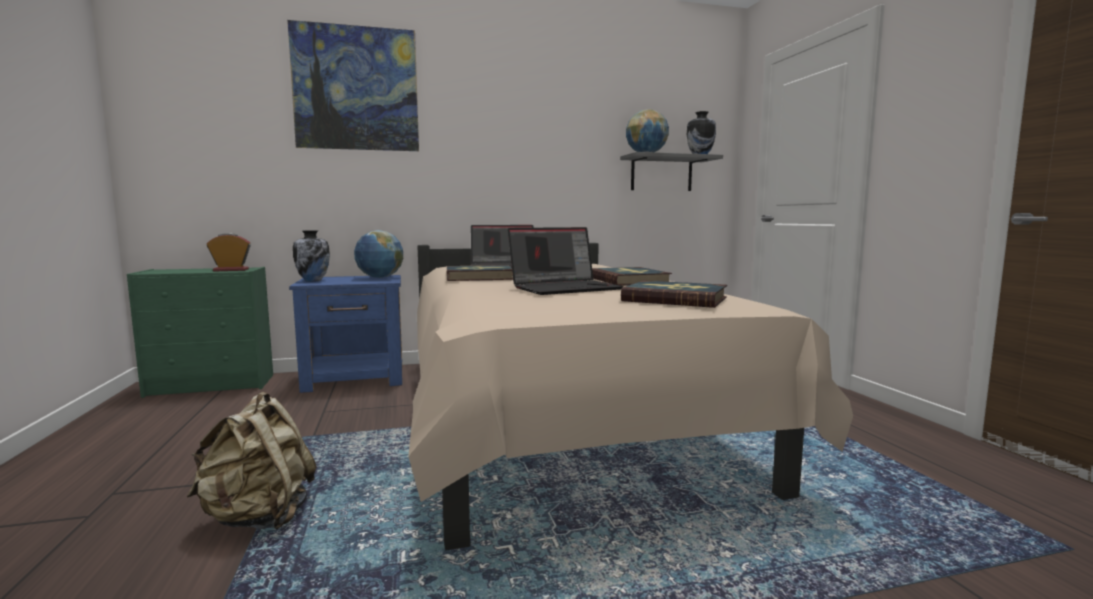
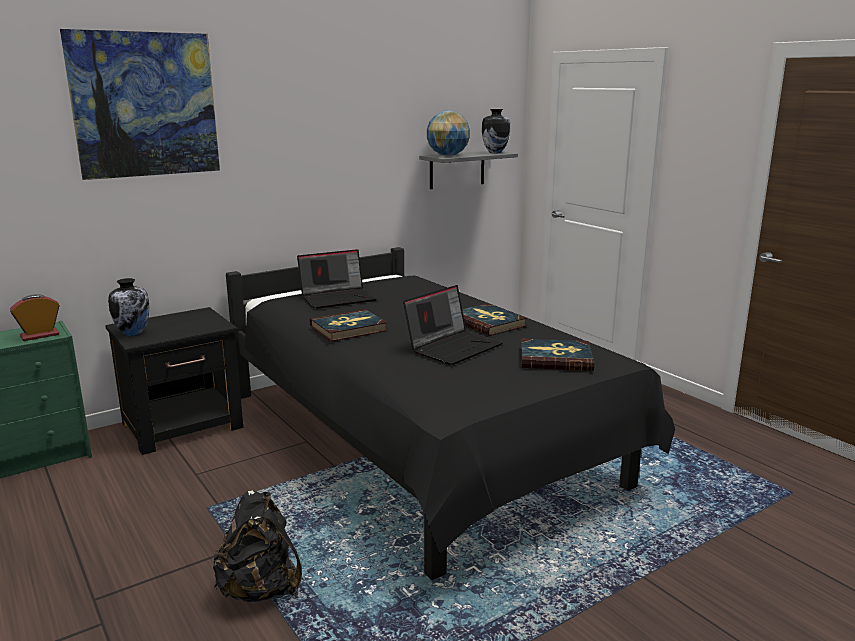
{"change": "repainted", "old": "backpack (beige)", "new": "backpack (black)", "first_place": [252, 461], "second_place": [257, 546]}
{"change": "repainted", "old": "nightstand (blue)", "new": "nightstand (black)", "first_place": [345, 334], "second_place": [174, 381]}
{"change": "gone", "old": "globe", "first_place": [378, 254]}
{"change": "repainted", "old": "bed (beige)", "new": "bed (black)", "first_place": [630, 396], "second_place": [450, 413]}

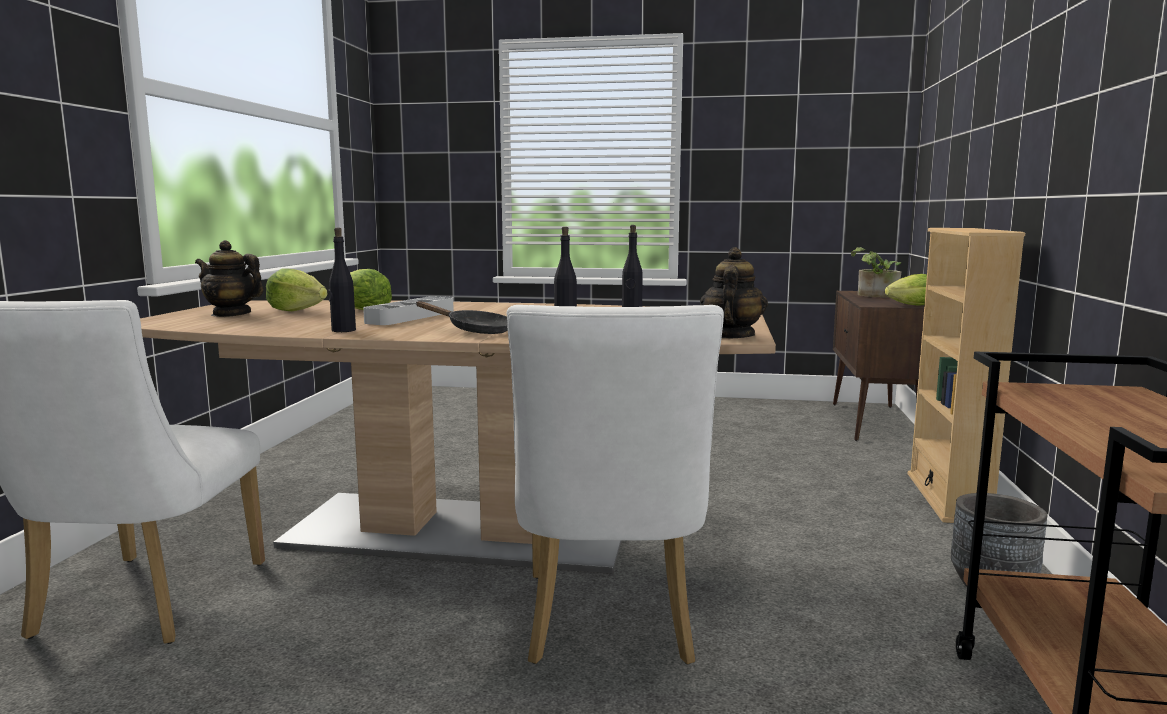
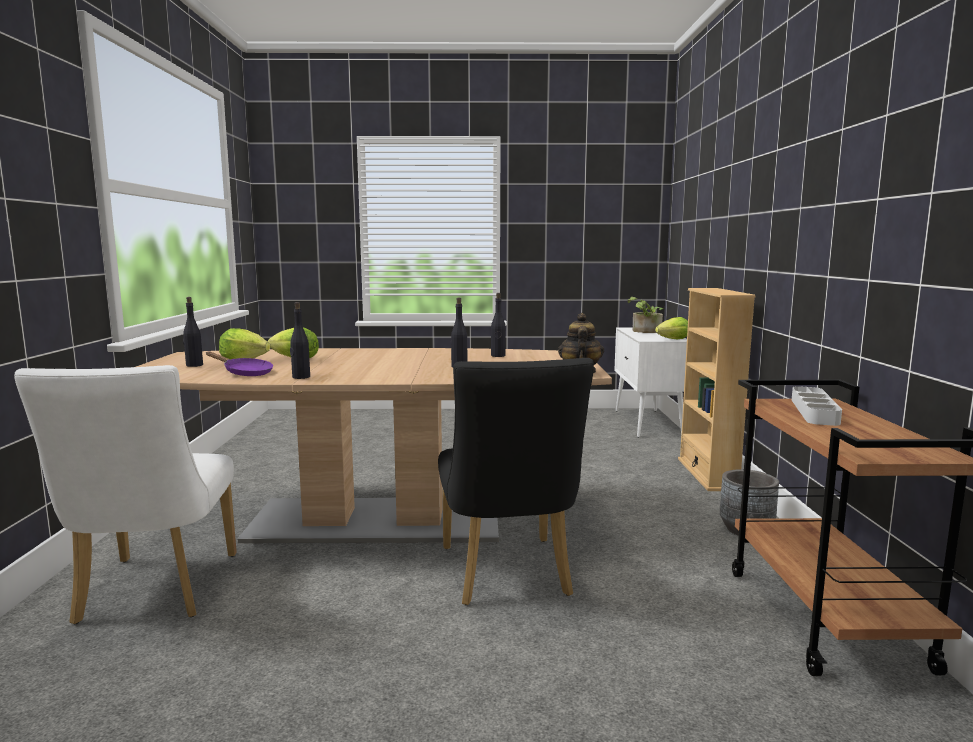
{"change": "swapped", "old": "teapot", "new": "bottle (black)", "first_place": [229, 278], "second_place": [193, 332]}
{"change": "shifted", "old": "tray (grey)", "first_place": [408, 310], "second_place": [817, 406]}
{"change": "gone", "old": "frying pan (black)", "first_place": [462, 317]}
{"change": "repainted", "old": "chair (white)", "new": "chair (black)", "first_place": [615, 485], "second_place": [516, 481]}
{"change": "repainted", "old": "cabinet (brown)", "new": "cabinet (white)", "first_place": [878, 366], "second_place": [650, 383]}
{"change": "new", "new": "frying pan (purple)", "second_place": [239, 364]}

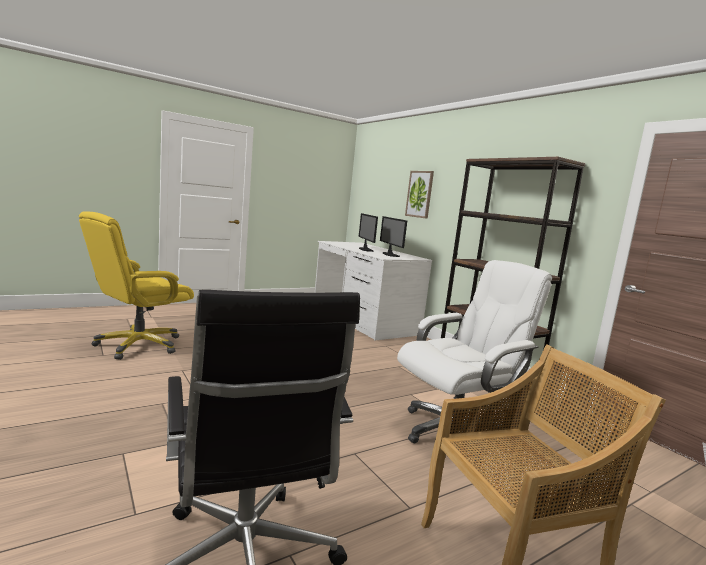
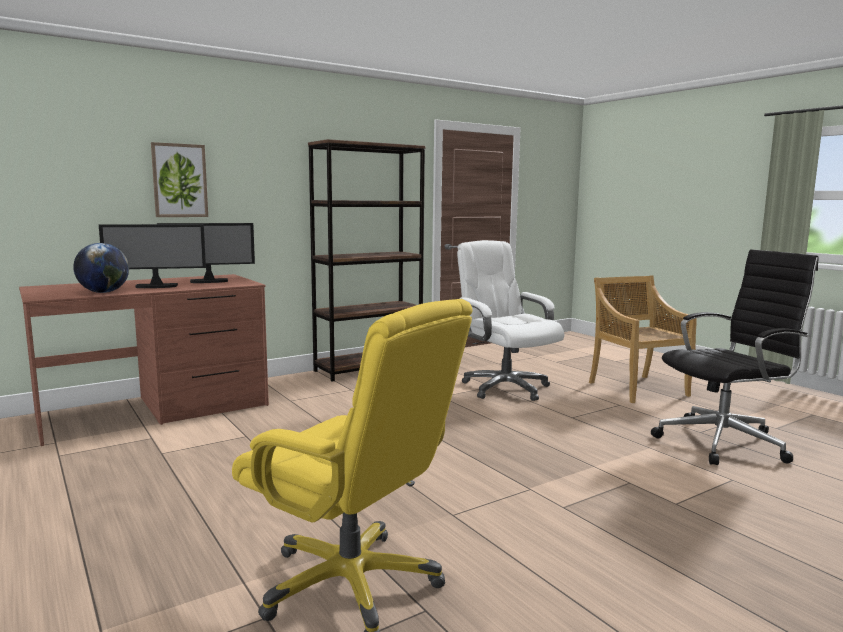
{"change": "repainted", "old": "desk (white)", "new": "desk (brown)", "first_place": [373, 291], "second_place": [144, 360]}
{"change": "new", "new": "globe", "second_place": [101, 268]}

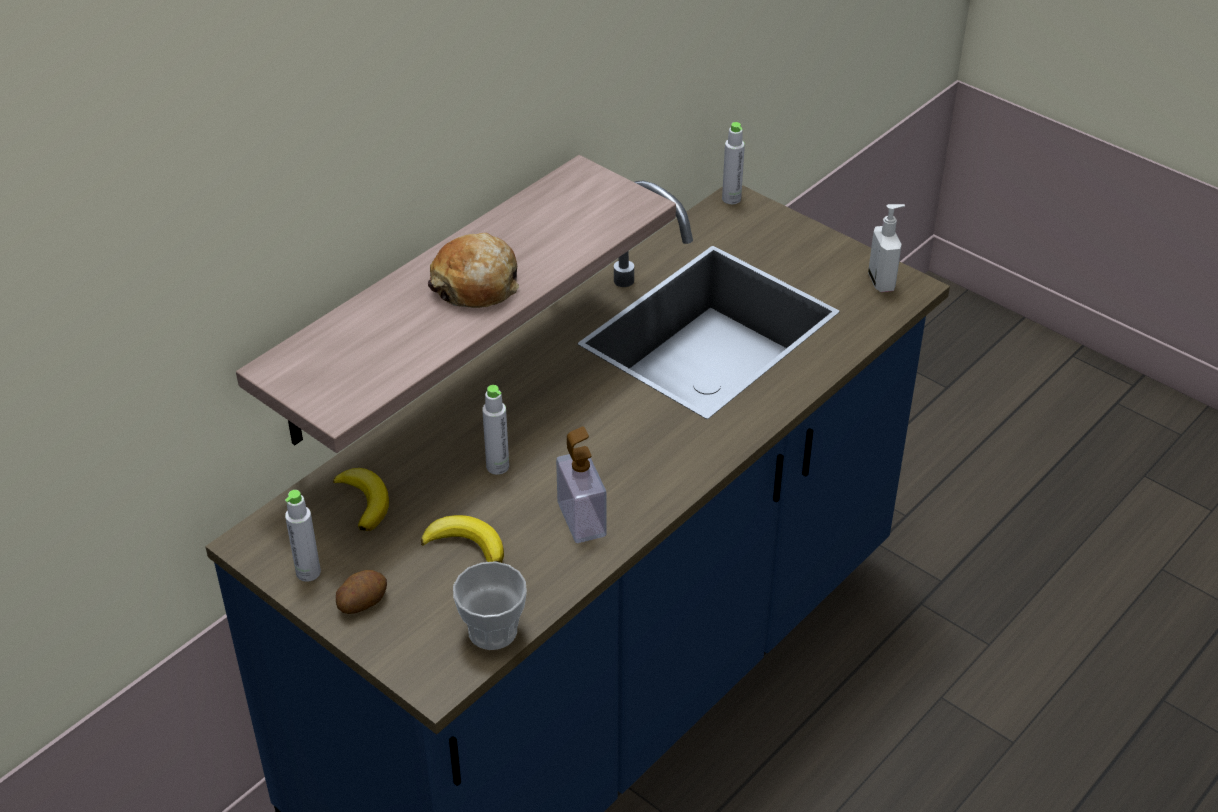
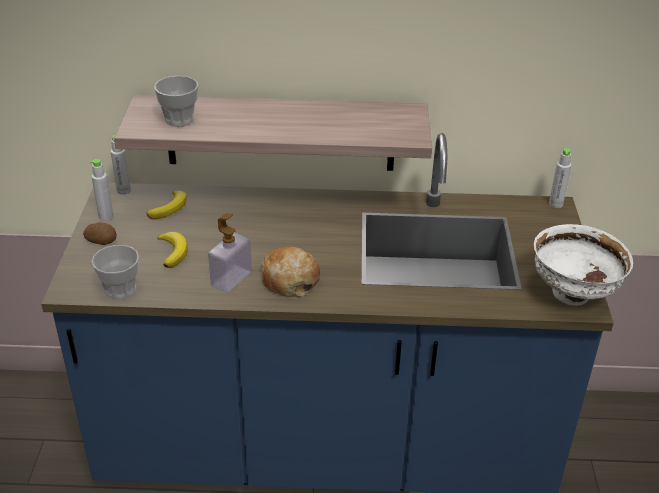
{"change": "shifted", "old": "bread", "first_place": [473, 270], "second_place": [290, 271]}
{"change": "shifted", "old": "bottle (grey)", "first_place": [495, 430], "second_place": [121, 165]}
{"change": "swapped", "old": "soap dispenser", "new": "bowl (white)", "first_place": [886, 248], "second_place": [583, 265]}
{"change": "new", "new": "cup", "second_place": [176, 101]}

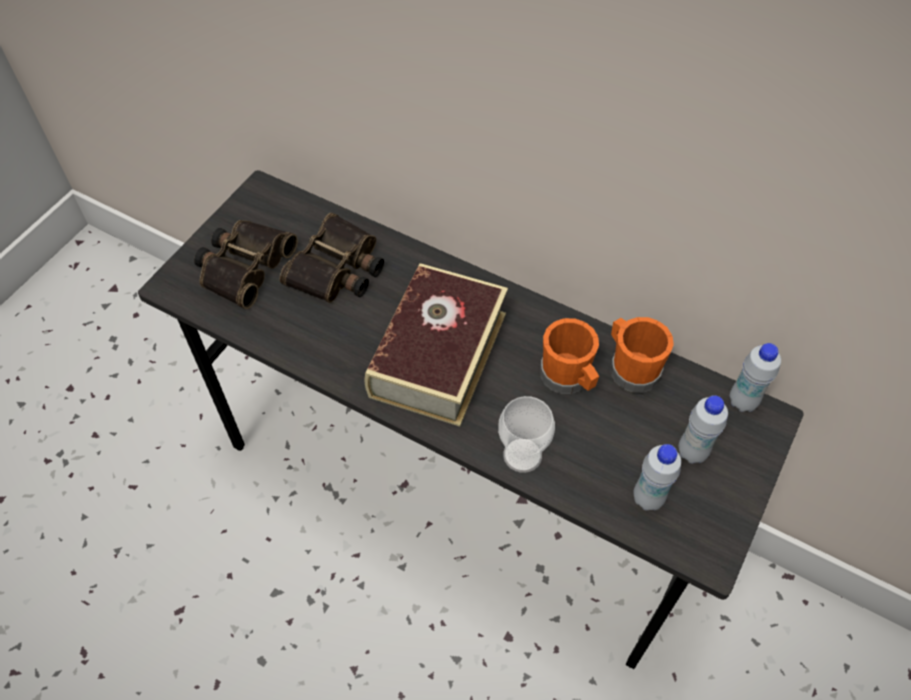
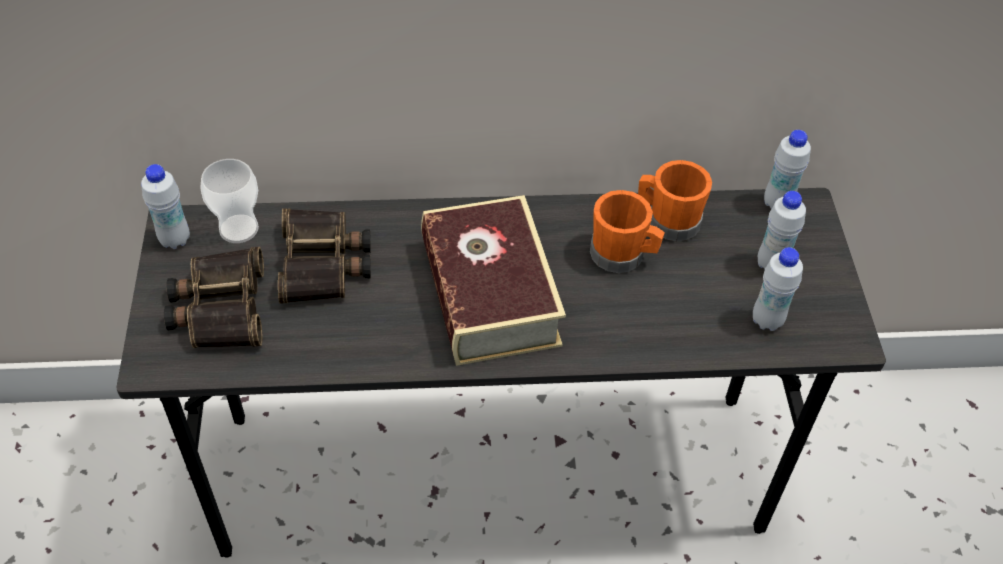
{"change": "shifted", "old": "cup", "first_place": [526, 434], "second_place": [229, 201]}
{"change": "new", "new": "bottle (white)", "second_place": [165, 206]}

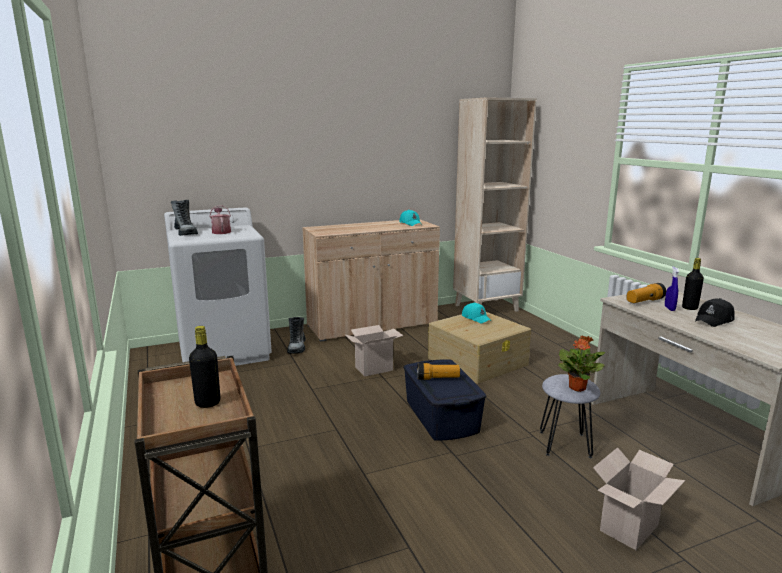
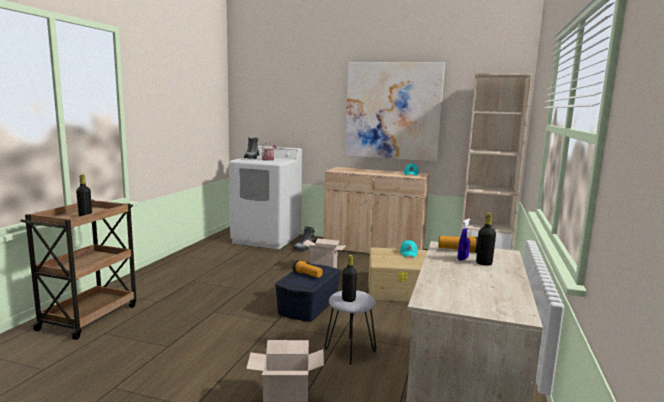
{"change": "swapped", "old": "potted plant", "new": "bottle (black)", "first_place": [582, 364], "second_place": [349, 278]}
{"change": "gone", "old": "cap (black)", "first_place": [715, 312]}
{"change": "new", "new": "picture", "second_place": [395, 111]}

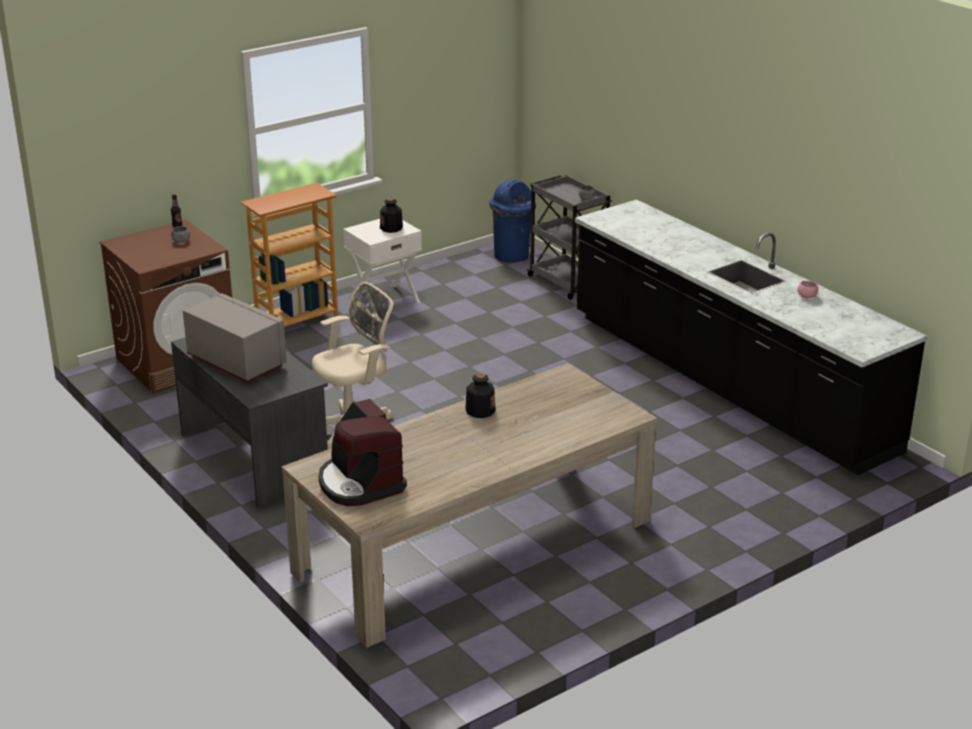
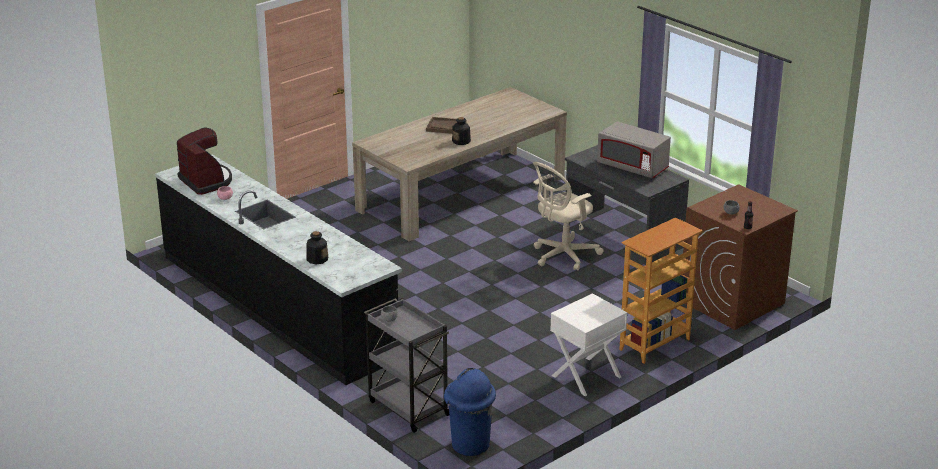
{"change": "shifted", "old": "coffee machine", "first_place": [363, 452], "second_place": [204, 161]}
{"change": "shifted", "old": "bottle", "first_place": [391, 215], "second_place": [317, 247]}
{"change": "new", "new": "tray (brown)", "second_place": [446, 125]}

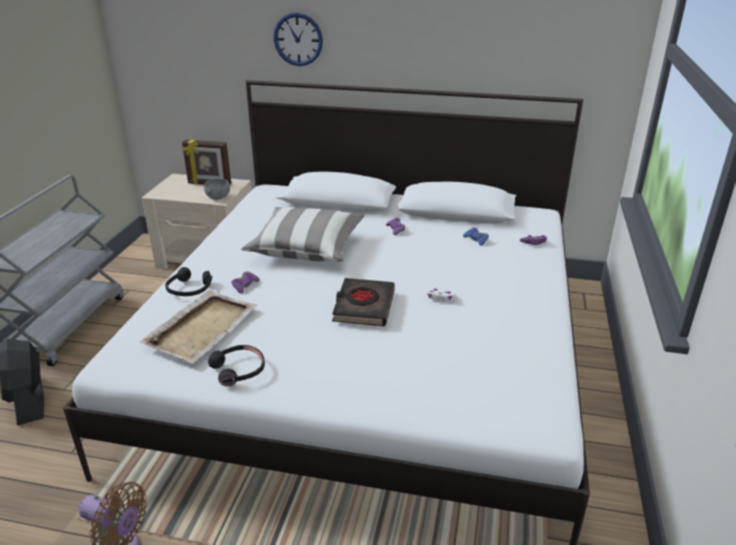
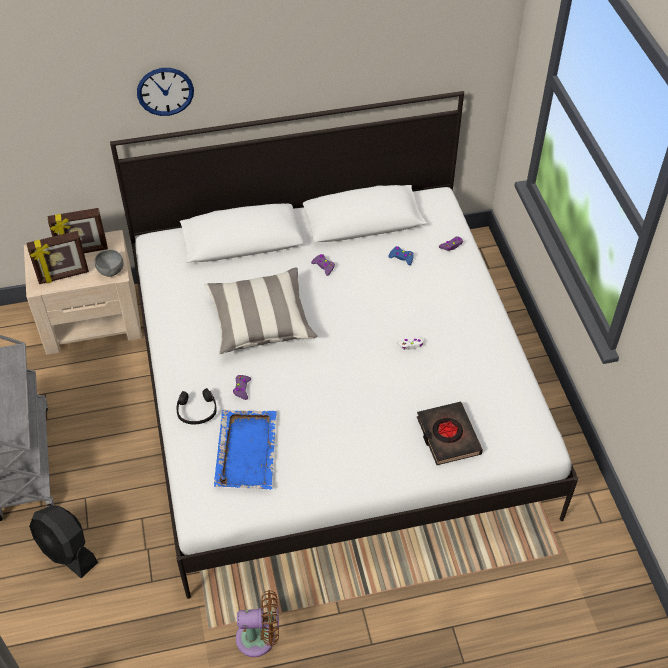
{"change": "repainted", "old": "tray (beige)", "new": "tray (blue)", "first_place": [198, 327], "second_place": [245, 450]}
{"change": "gone", "old": "headphones (black)", "first_place": [236, 365]}
{"change": "shifted", "old": "book (black)", "first_place": [363, 302], "second_place": [450, 433]}
{"change": "new", "new": "picture frame", "second_place": [57, 257]}

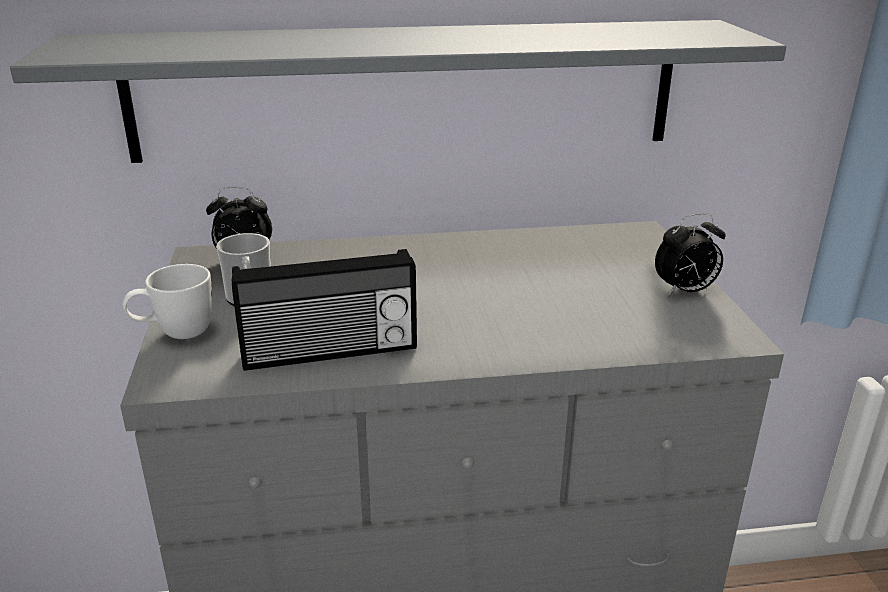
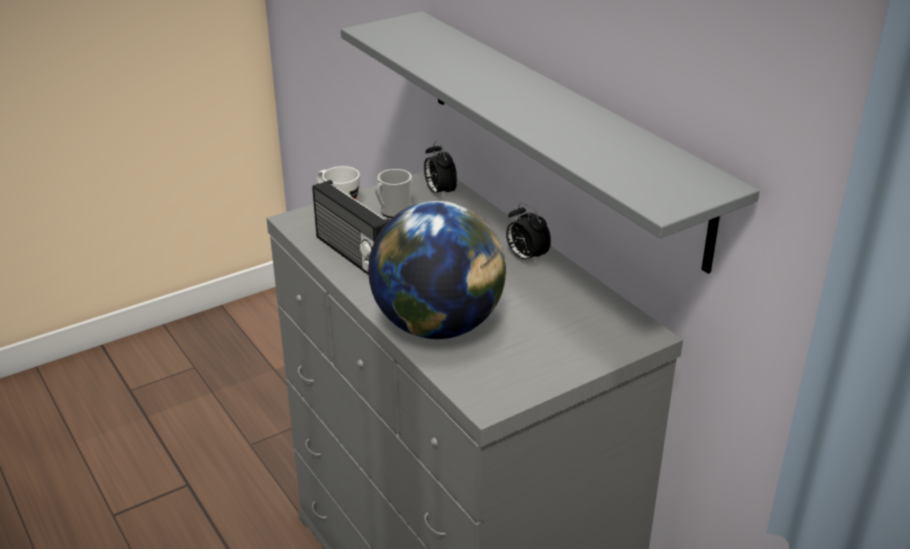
{"change": "shifted", "old": "alarm clock", "first_place": [690, 254], "second_place": [528, 234]}
{"change": "new", "new": "globe", "second_place": [437, 270]}

